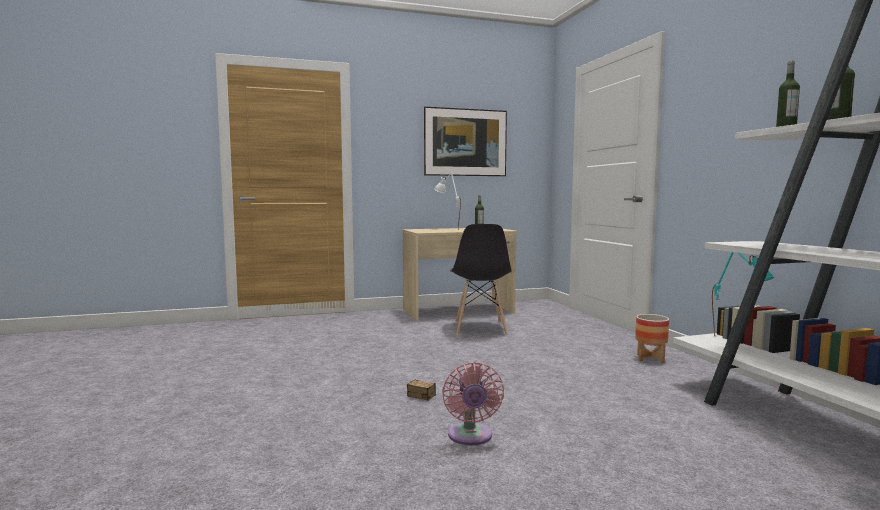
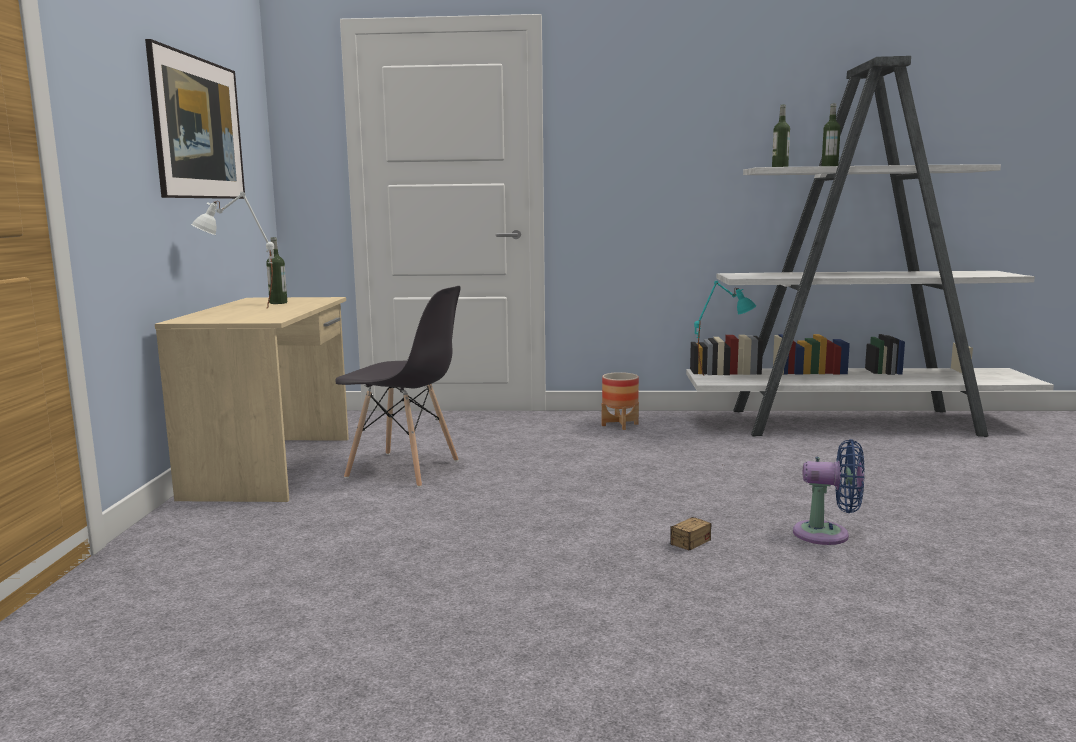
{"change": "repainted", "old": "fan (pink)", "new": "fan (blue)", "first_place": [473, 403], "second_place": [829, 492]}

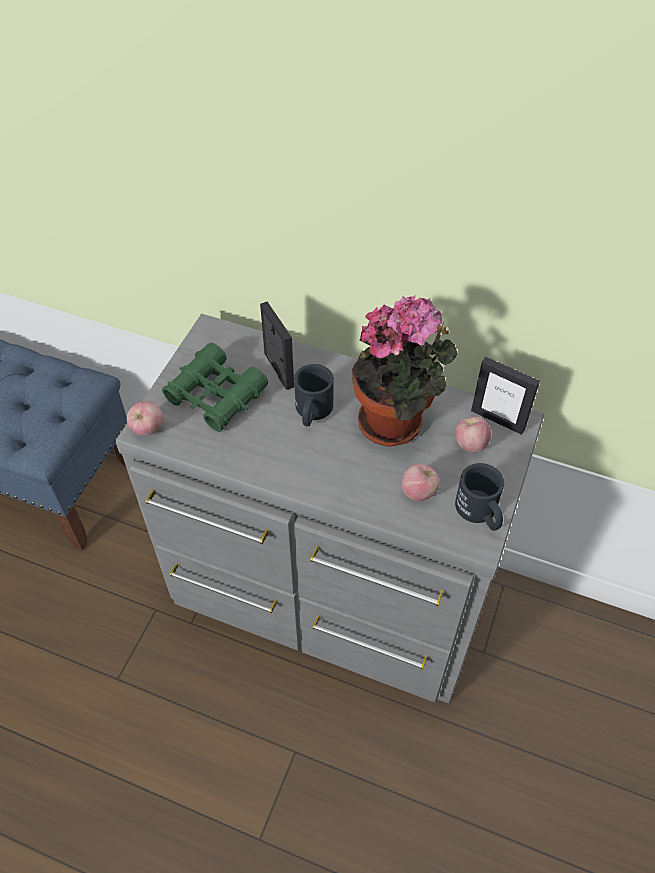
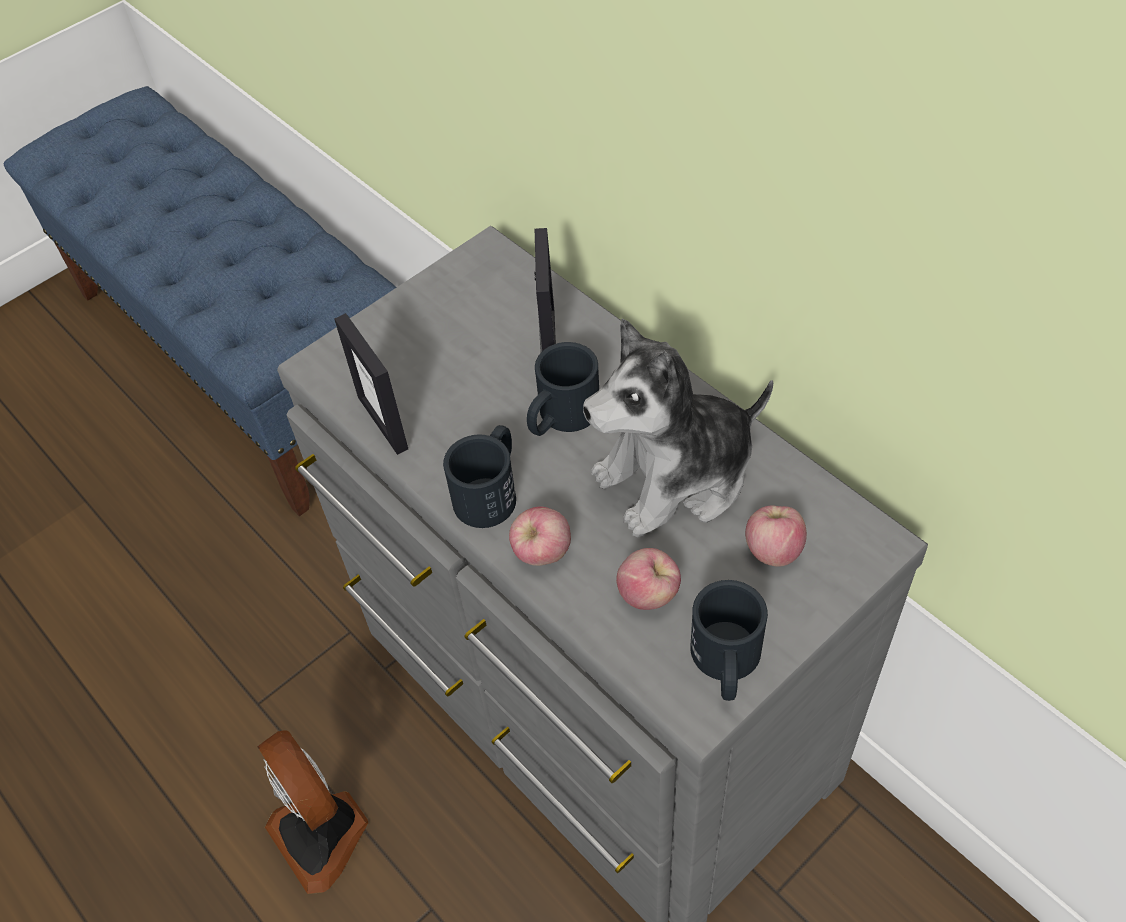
{"change": "shifted", "old": "apple", "first_place": [145, 418], "second_place": [540, 536]}
{"change": "gone", "old": "binoculars (green)", "first_place": [215, 387]}
{"change": "swapped", "old": "potted plant", "new": "plush toy", "first_place": [405, 371], "second_place": [678, 428]}
{"change": "shifted", "old": "picture frame", "first_place": [505, 396], "second_place": [371, 384]}
{"change": "new", "new": "fan", "second_place": [312, 812]}
{"change": "new", "new": "mug (black)", "second_place": [479, 476]}

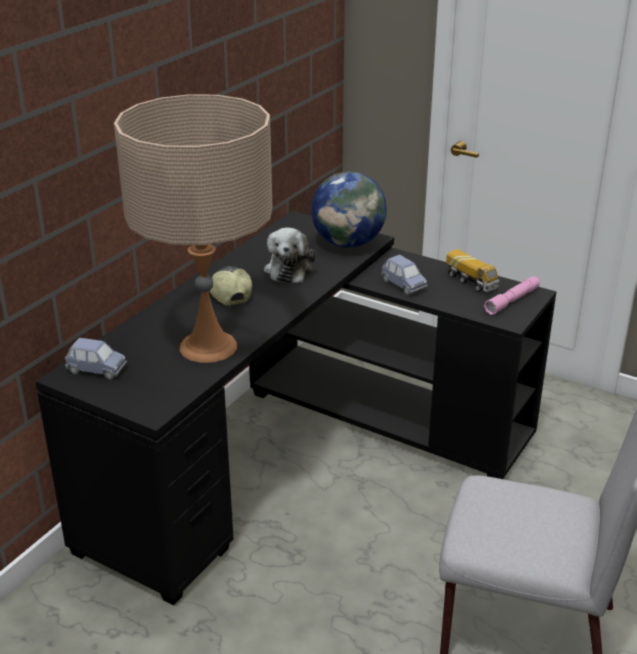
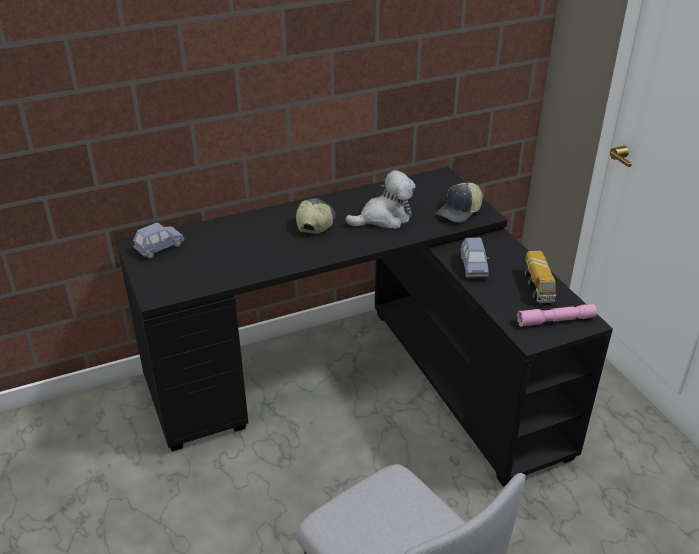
{"change": "rotated", "old": "toy car (blue)", "first_place": [96, 358], "second_place": [158, 240], "degrees": -90}
{"change": "gone", "old": "table lamp (beige)", "first_place": [193, 228]}
{"change": "rotated", "old": "plush toy", "first_place": [290, 255], "second_place": [381, 199], "degrees": -150}
{"change": "swapped", "old": "globe", "new": "cap", "first_place": [349, 209], "second_place": [459, 203]}

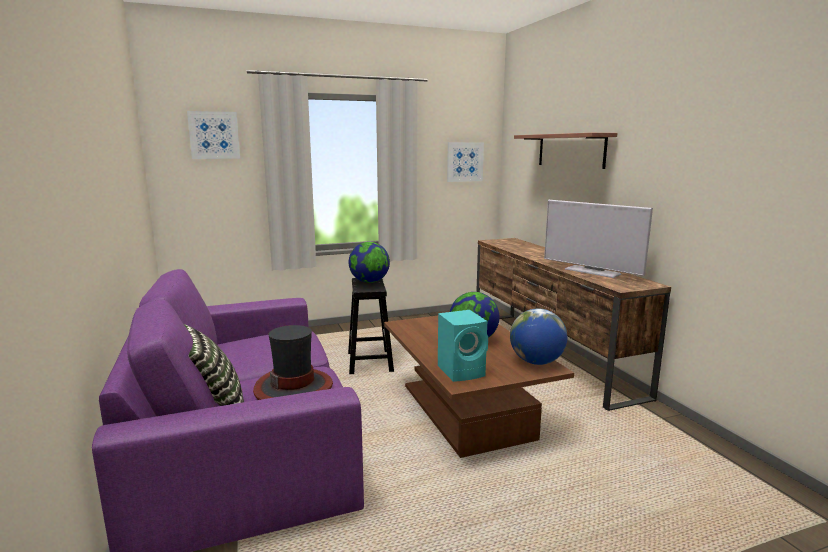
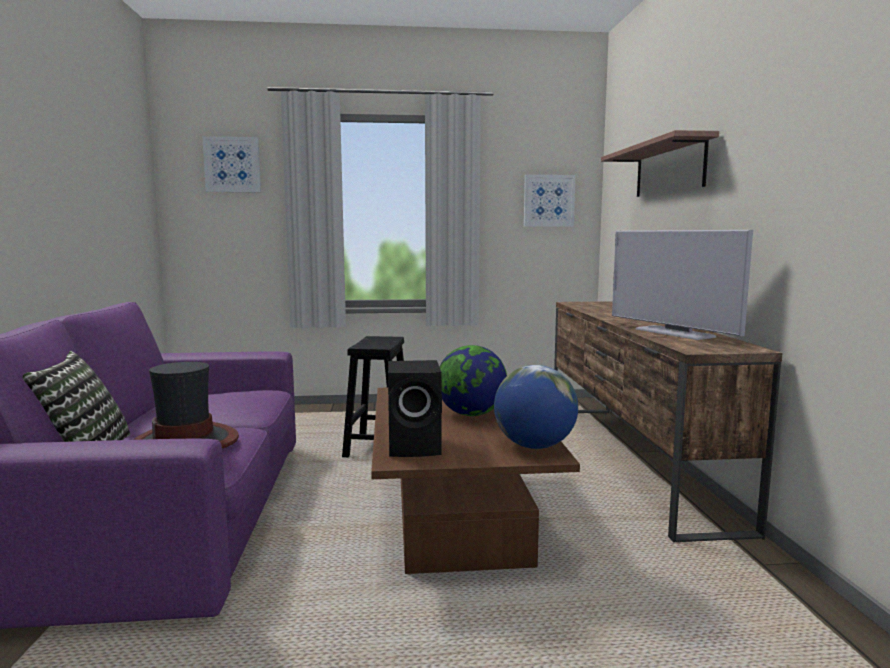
{"change": "gone", "old": "globe", "first_place": [369, 262]}
{"change": "repainted", "old": "speaker (turquoise)", "new": "speaker (black)", "first_place": [463, 346], "second_place": [415, 408]}

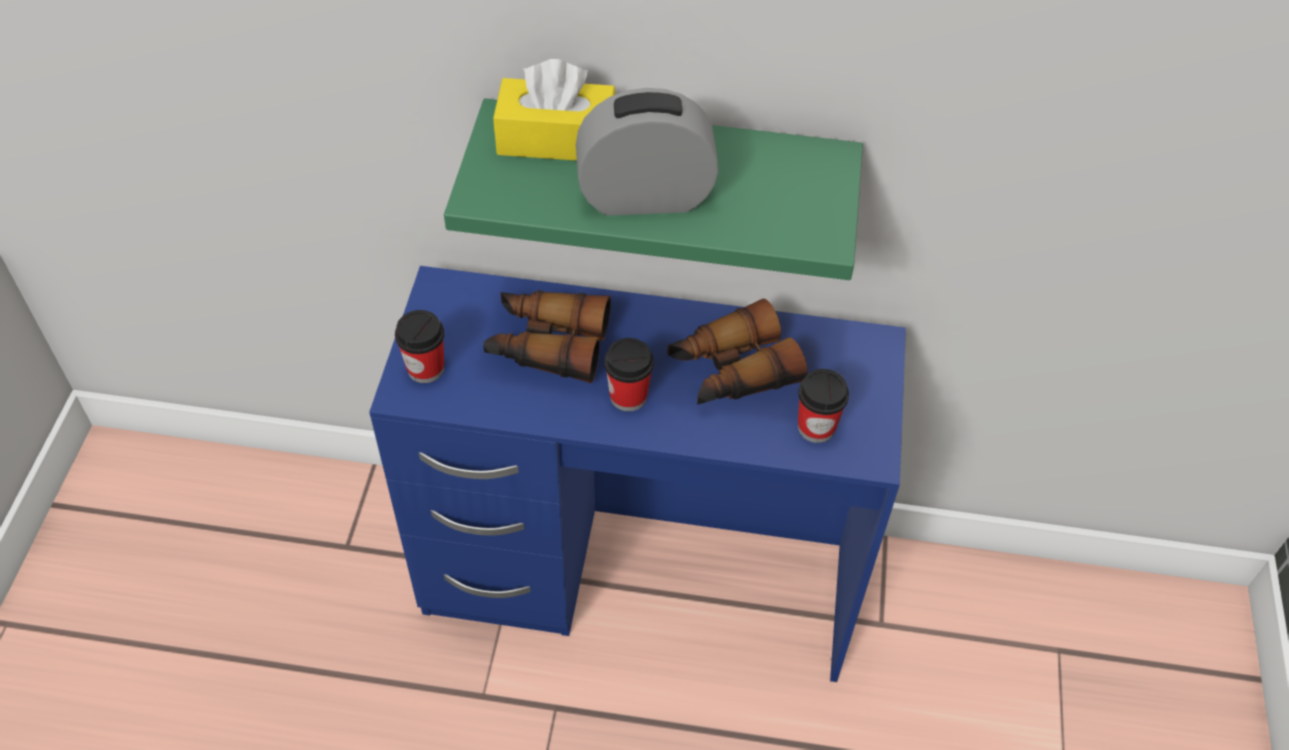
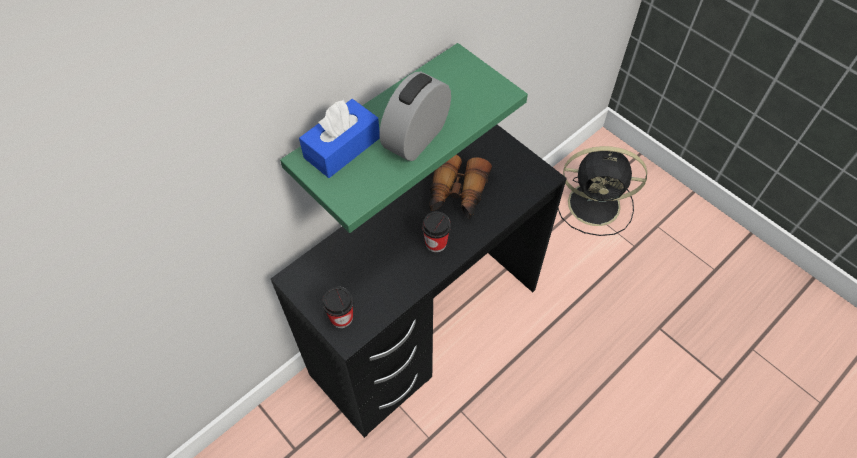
{"change": "repainted", "old": "desk (blue)", "new": "desk (black)", "first_place": [637, 474], "second_place": [419, 281]}
{"change": "gone", "old": "binoculars", "first_place": [547, 336]}
{"change": "repainted", "old": "tissue box (yellow)", "new": "tissue box (blue)", "first_place": [554, 110], "second_place": [339, 138]}
{"change": "gone", "old": "cup", "first_place": [823, 406]}
{"change": "new", "new": "fan (black)", "second_place": [602, 191]}

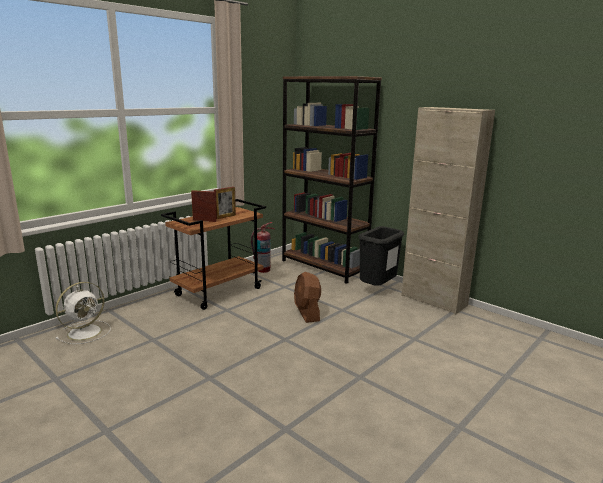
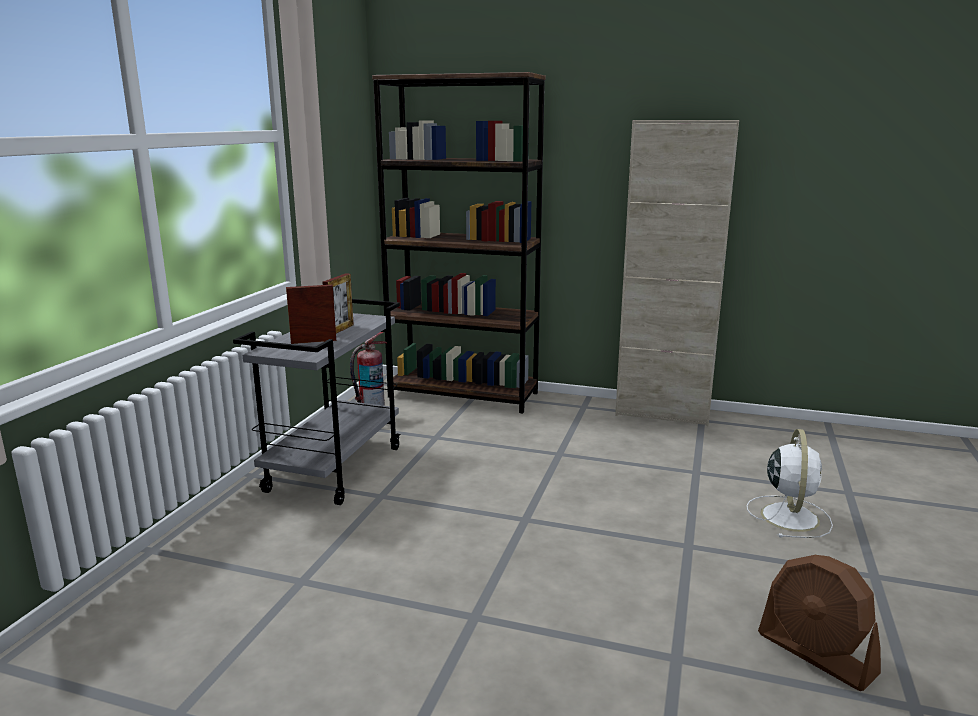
{"change": "shifted", "old": "fan (white)", "first_place": [83, 313], "second_place": [790, 483]}
{"change": "repainted", "old": "cart (brown)", "new": "cart (grey)", "first_place": [213, 254], "second_place": [316, 402]}
{"change": "shifted", "old": "fan (brown)", "first_place": [307, 297], "second_place": [819, 623]}
{"change": "gone", "old": "trash can (black)", "first_place": [381, 256]}

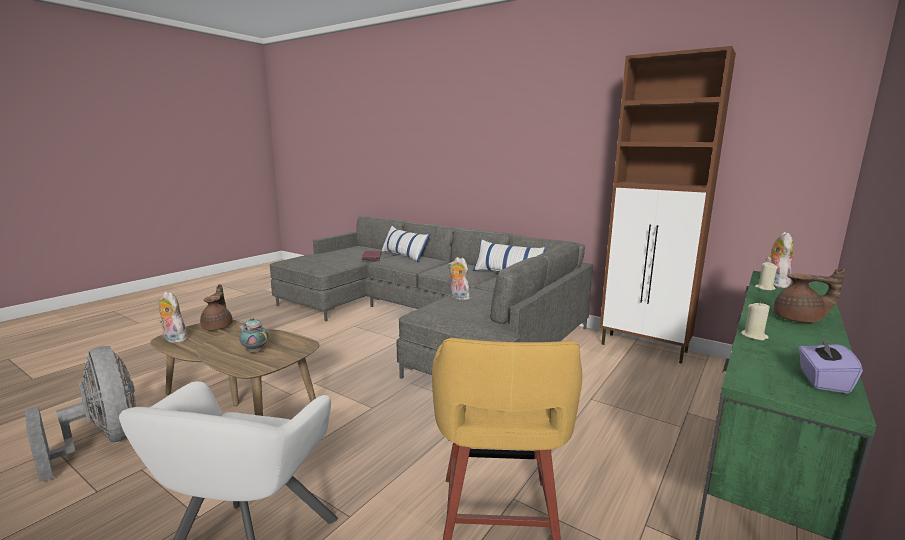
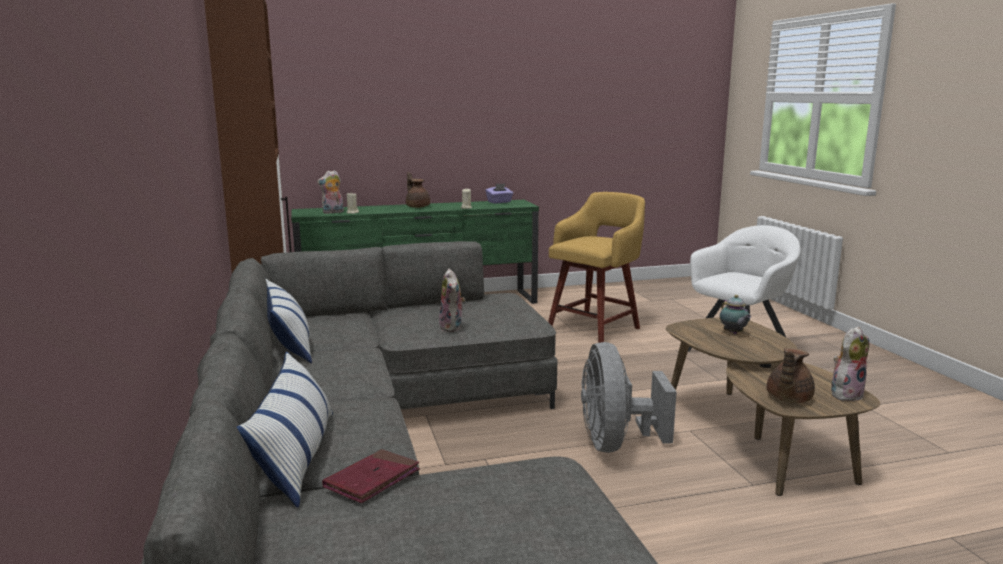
{"change": "shifted", "old": "fan (grey)", "first_place": [80, 414], "second_place": [629, 397]}
{"change": "rotated", "old": "plush toy", "first_place": [172, 317], "second_place": [850, 363], "degrees": -105}

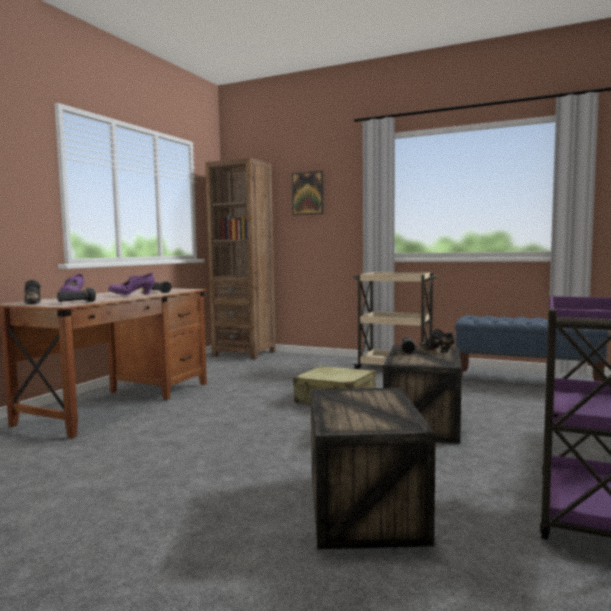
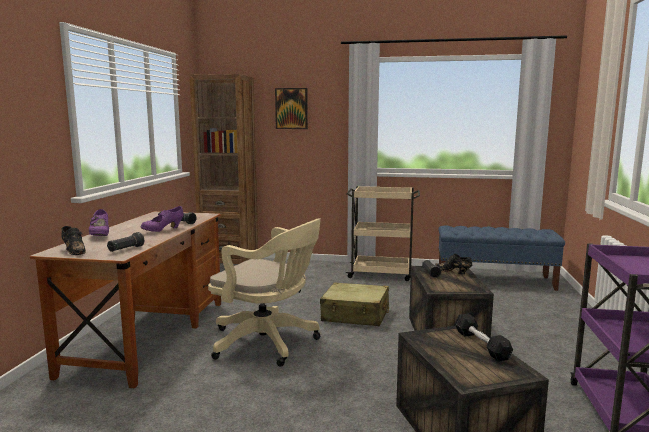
{"change": "new", "new": "office chair (beige)", "second_place": [264, 292]}
{"change": "new", "new": "dumbbell (black)", "second_place": [484, 337]}

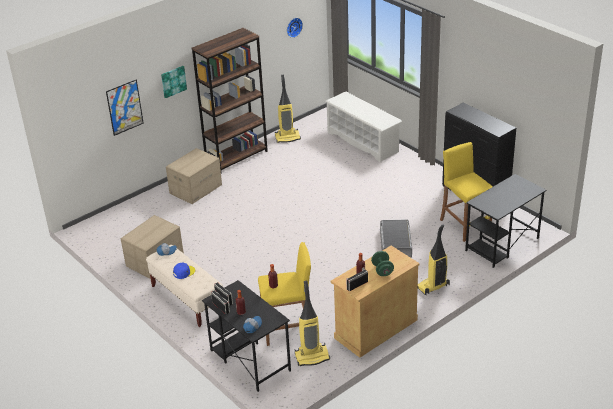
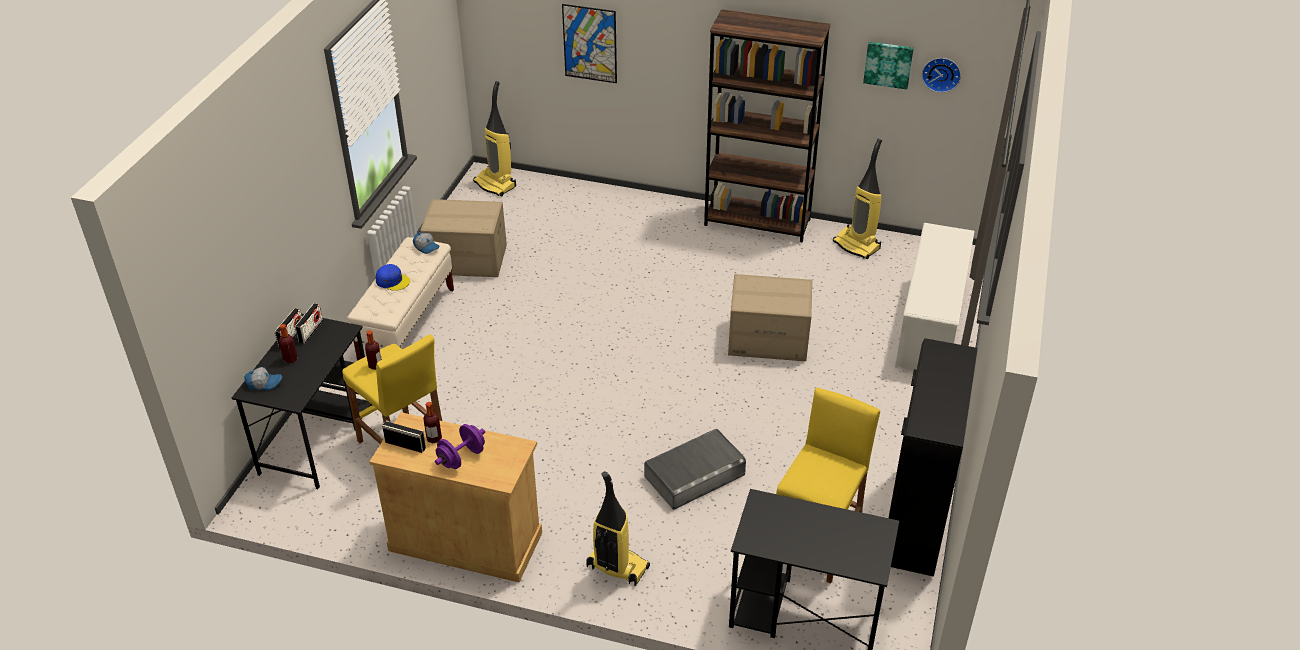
{"change": "shifted", "old": "picture", "first_place": [174, 82], "second_place": [888, 66]}
{"change": "shifted", "old": "cardboard box", "first_place": [194, 176], "second_place": [770, 317]}
{"change": "shifted", "old": "vacuum cleaner", "first_place": [312, 323], "second_place": [494, 138]}
{"change": "repainted", "old": "dumbbell (green)", "new": "dumbbell (purple)", "first_place": [382, 263], "second_place": [460, 446]}

